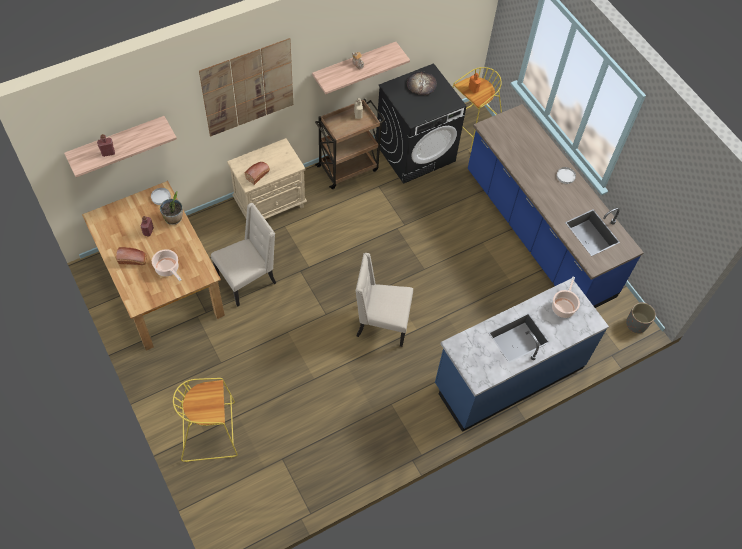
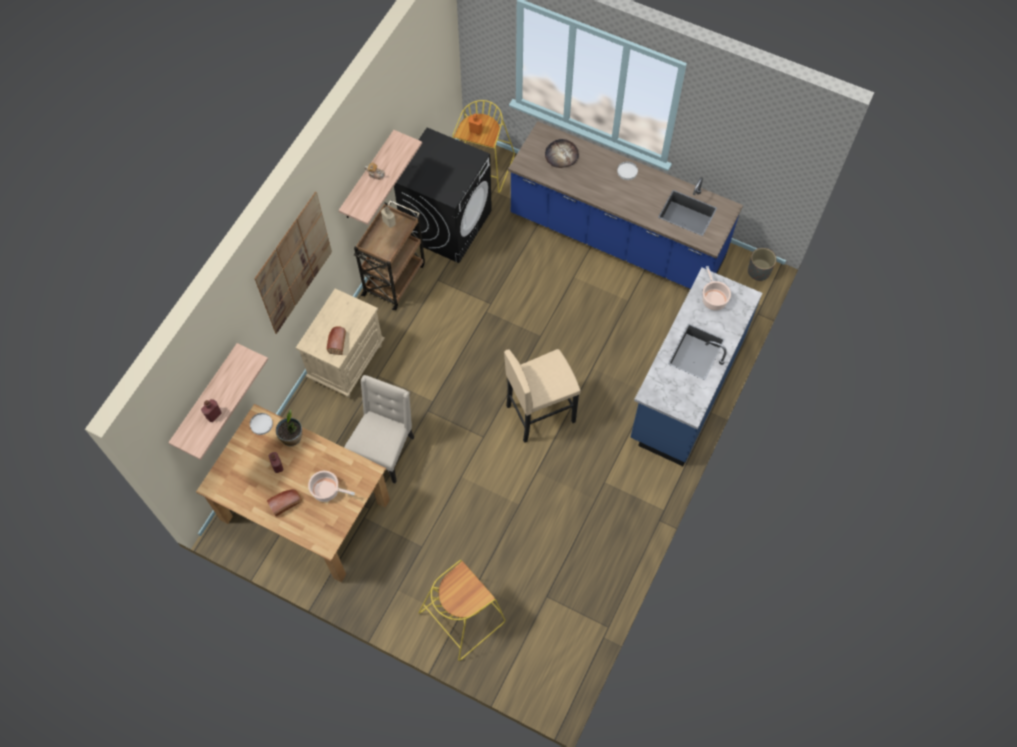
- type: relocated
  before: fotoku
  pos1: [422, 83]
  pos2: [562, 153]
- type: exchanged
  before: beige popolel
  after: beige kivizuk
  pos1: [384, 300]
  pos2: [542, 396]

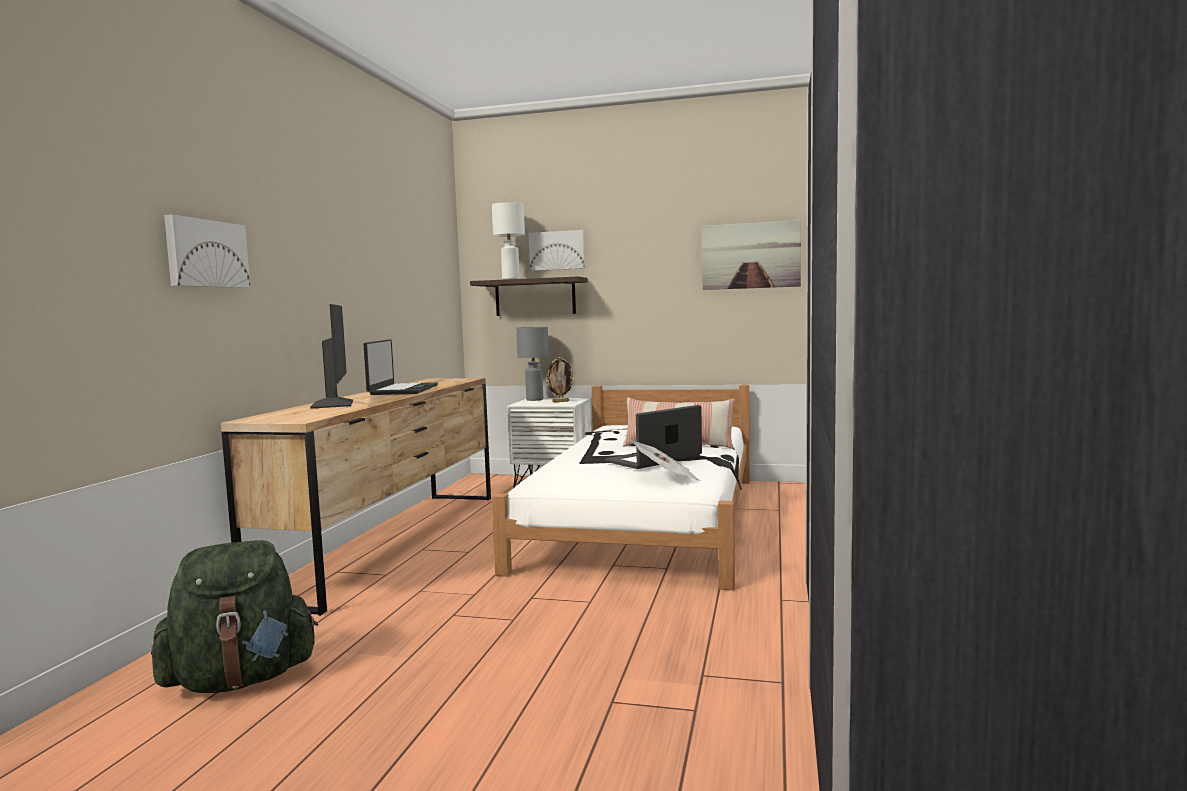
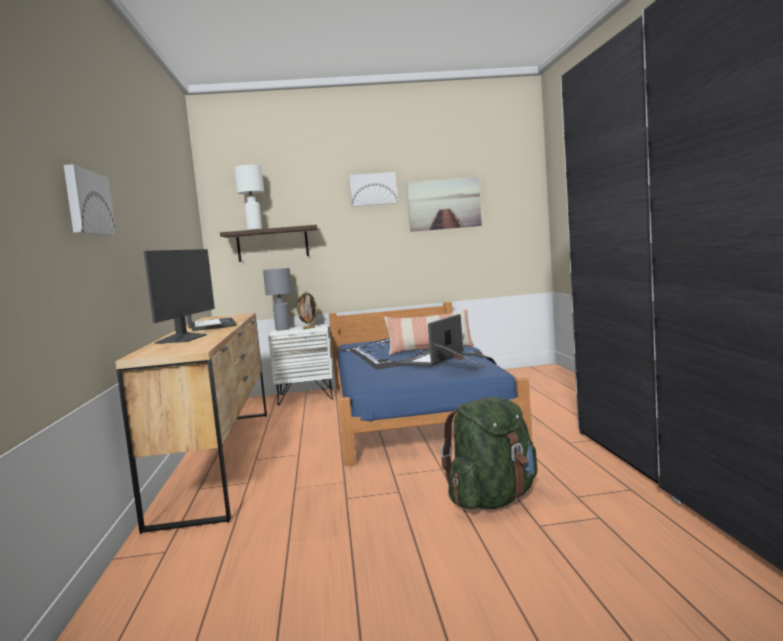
- type: relocated
  before: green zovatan
  pos1: [234, 616]
  pos2: [489, 453]
- type: relocated
  before: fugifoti
  pos1: [557, 250]
  pos2: [373, 189]
- type: colour
  before: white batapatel
  after: blue batapatel
  pos1: [620, 487]
  pos2: [430, 384]
- type: spun
  before: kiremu
  pos1: [331, 356]
  pos2: [179, 296]
  turn: 45

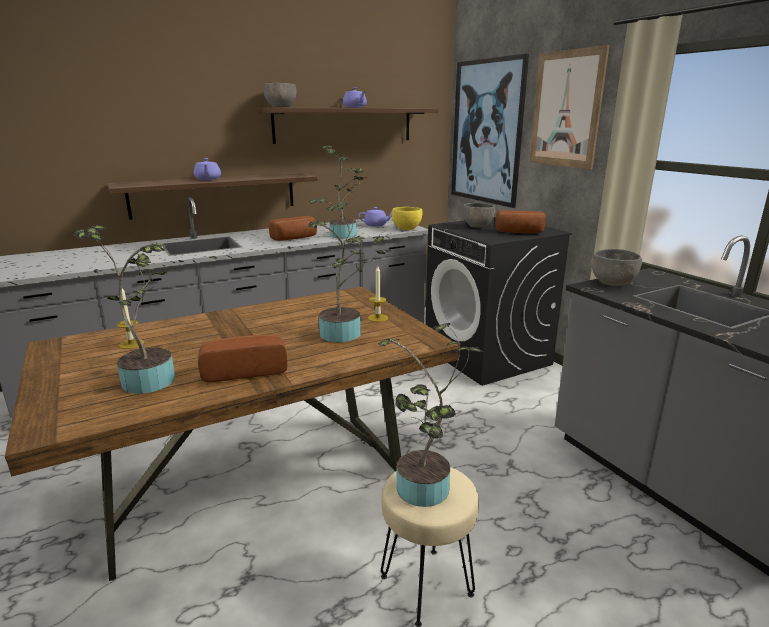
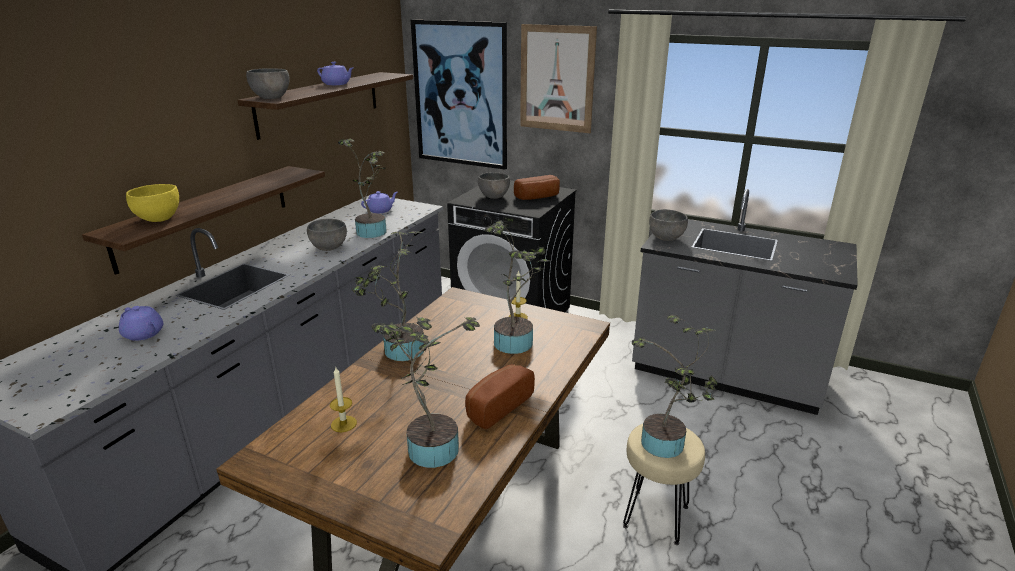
- type: appeared
  after: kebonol
  pos2: [388, 296]
- type: relocated
  before: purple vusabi
  pos1: [207, 169]
  pos2: [141, 323]
- type: relocated
  before: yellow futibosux
  pos1: [407, 218]
  pos2: [152, 203]
- type: exchanged
  before: fotoku
  after: grey futibosux
  pos1: [293, 228]
  pos2: [327, 235]

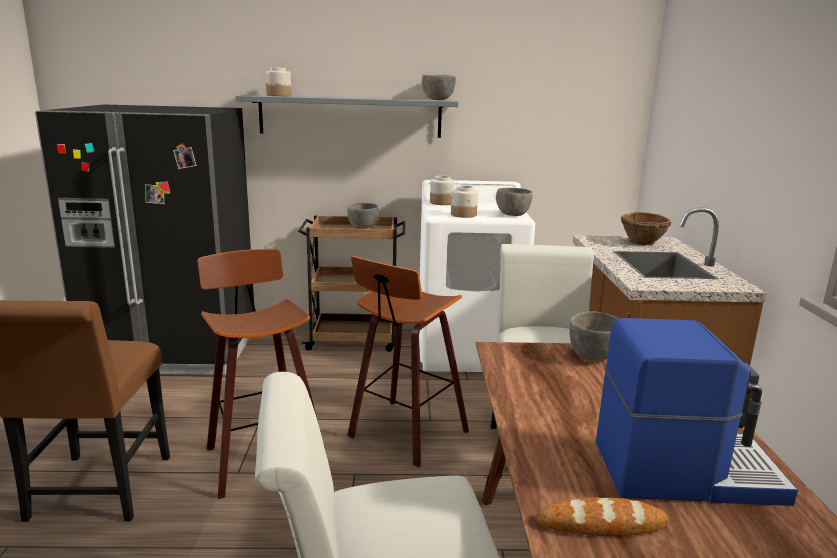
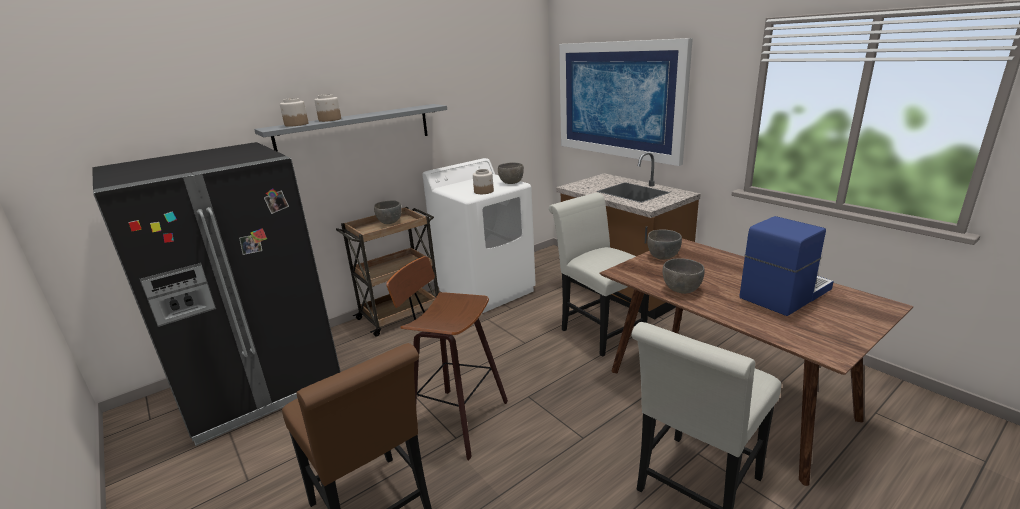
- type: missing
  before: kivizuk
  pos1: [408, 361]
- type: missing
  before: fotoku
  pos1: [603, 516]
- type: missing
  before: brown futibosux
  pos1: [646, 228]
- type: appeared
  after: fugifoti
  pos2: [626, 102]
- type: relocated
  before: grey futibosux
  pos1: [439, 87]
  pos2: [684, 276]
- type: relocated
  before: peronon
  pos1: [442, 190]
  pos2: [327, 108]

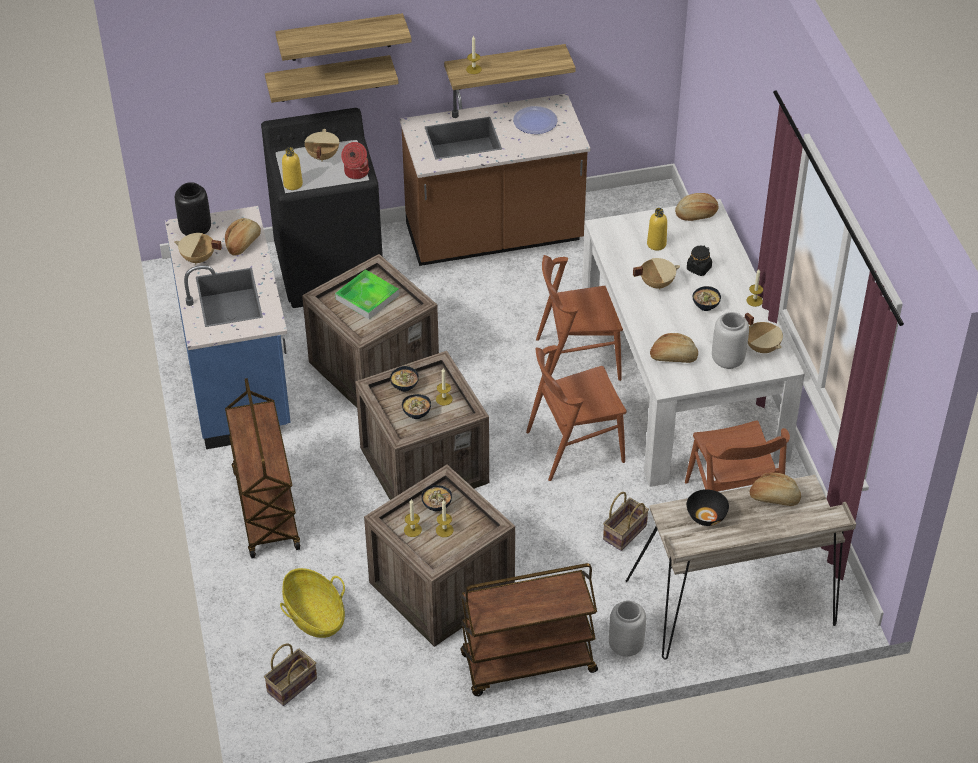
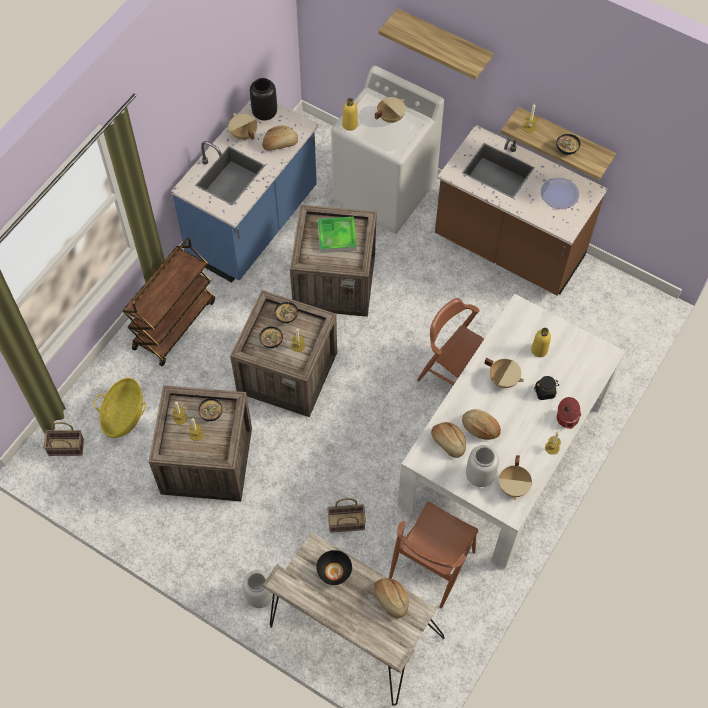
- type: missing
  before: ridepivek
  pos1: [332, 79]
- type: missing
  before: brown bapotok
  pos1: [529, 629]
- type: missing
  before: brown popolel
  pos1: [576, 413]
- type: relocated
  before: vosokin
  pos1: [355, 160]
  pos2: [569, 413]
- type: relocated
  before: fotoku
  pos1: [697, 207]
  pos2: [481, 424]
- type: relocated
  before: futibosux
  pos1: [707, 298]
  pos2: [568, 144]
- type: colour
  before: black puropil
  after: white puropil
  pos1: [322, 208]
  pos2: [387, 150]

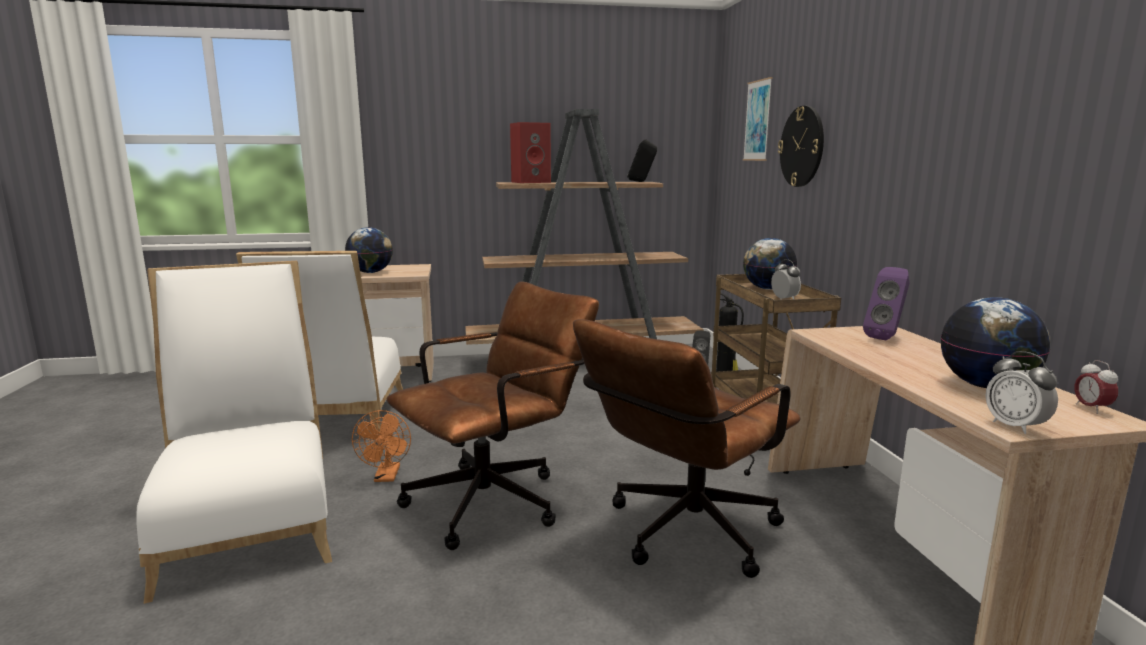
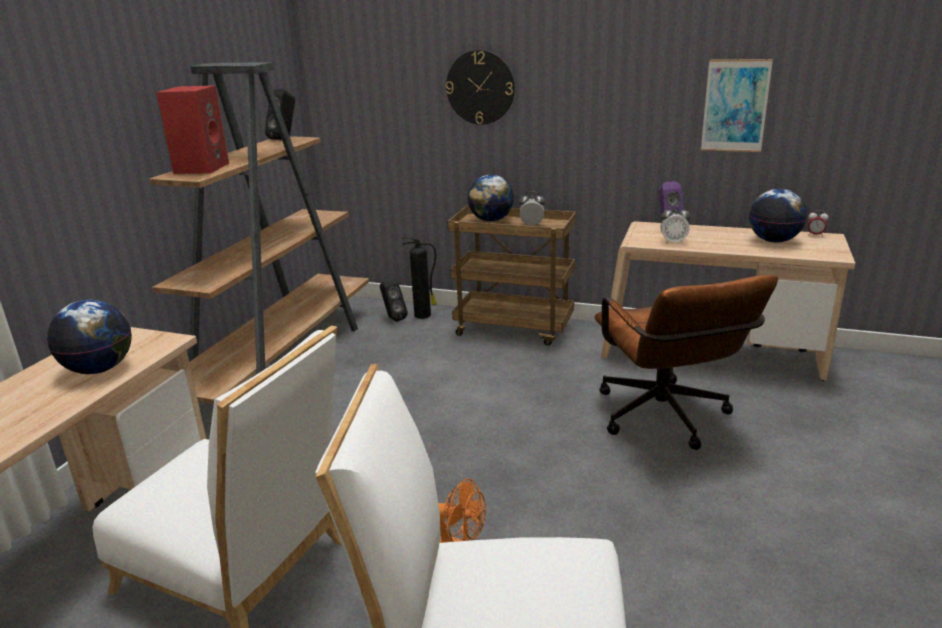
- type: missing
  before: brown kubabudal
  pos1: [493, 415]
- type: relocated
  before: fugifoti
  pos1: [757, 119]
  pos2: [737, 105]
- type: relocated
  before: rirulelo
  pos1: [1021, 392]
  pos2: [676, 224]

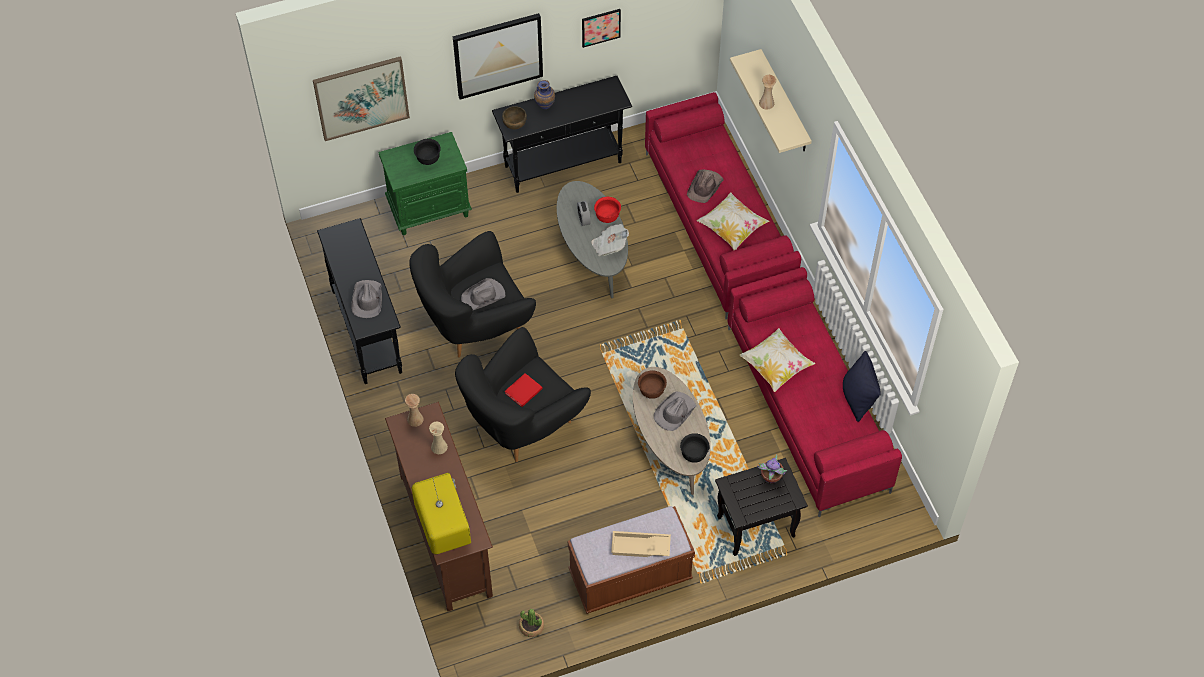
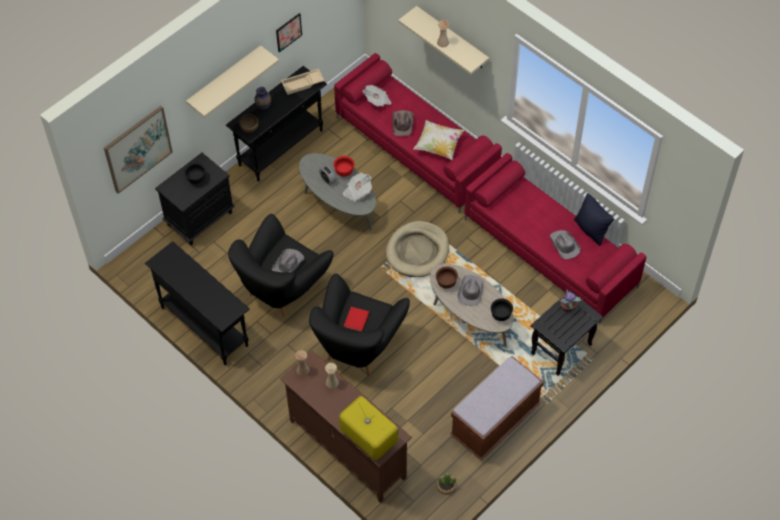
- type: missing
  before: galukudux
  pos1: [777, 360]
- type: appeared
  after: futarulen
  pos2: [377, 96]
- type: appeared
  after: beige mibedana
  pos2: [417, 249]
- type: relocated
  before: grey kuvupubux
  pos1: [366, 299]
  pos2: [565, 244]
- type: relocated
  before: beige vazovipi
  pos1: [641, 544]
  pos2: [302, 82]
- type: exchanged
  before: fugifoti
  after: beige ridepivek
  pos1: [498, 56]
  pos2: [232, 81]
- type: colour
  before: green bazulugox
  after: black bazulugox
  pos1: [425, 183]
  pos2: [195, 199]

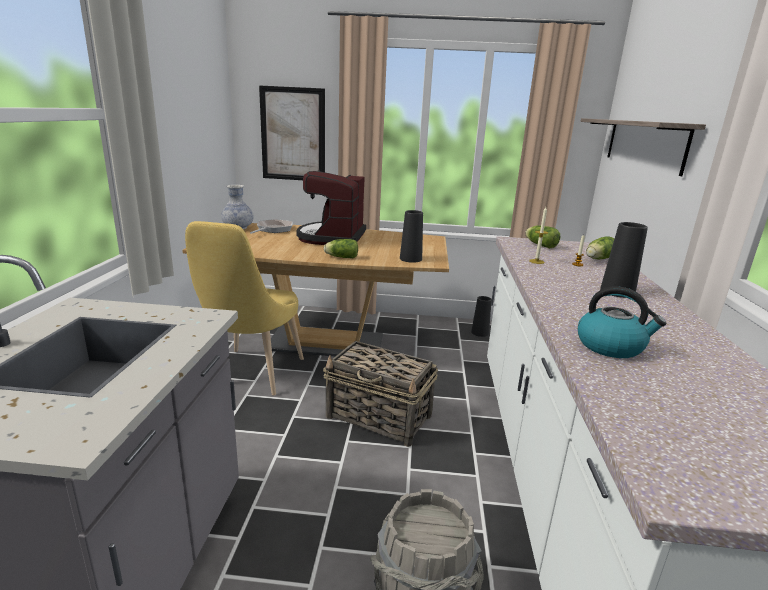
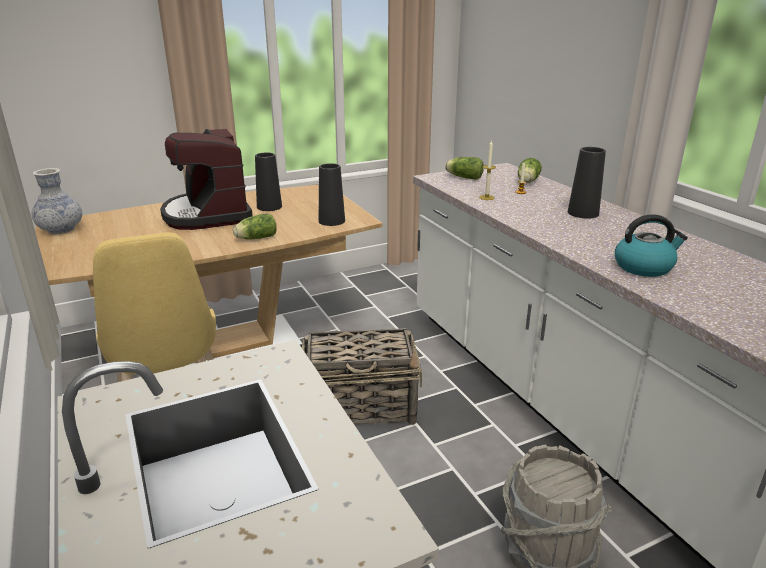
- type: missing
  before: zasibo
  pos1: [271, 226]
- type: missing
  before: fugifoti
  pos1: [292, 132]
- type: missing
  before: ridepivek
  pos1: [643, 147]
- type: relocated
  before: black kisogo
  pos1: [481, 316]
  pos2: [268, 182]

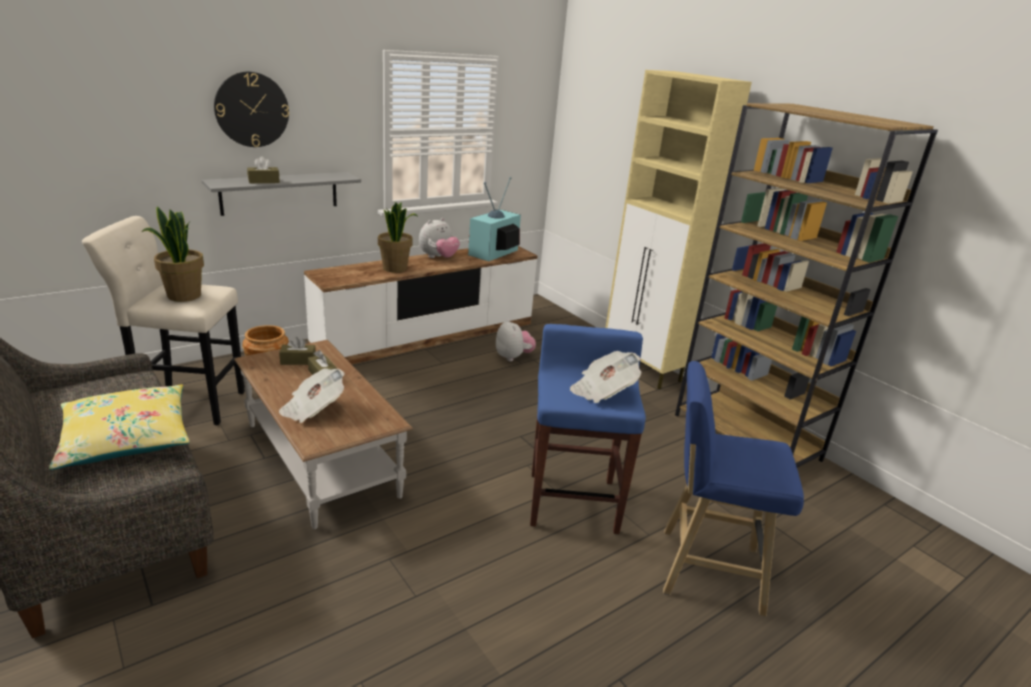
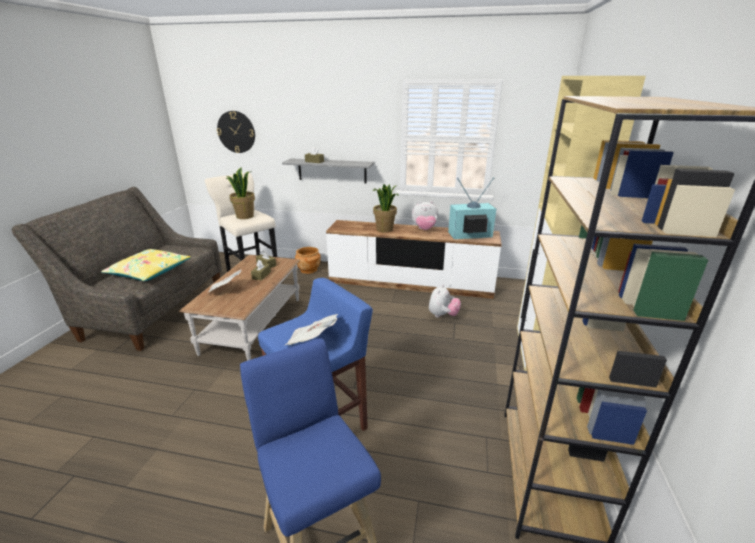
- type: relocated
  before: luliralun
  pos1: [251, 109]
  pos2: [236, 132]

